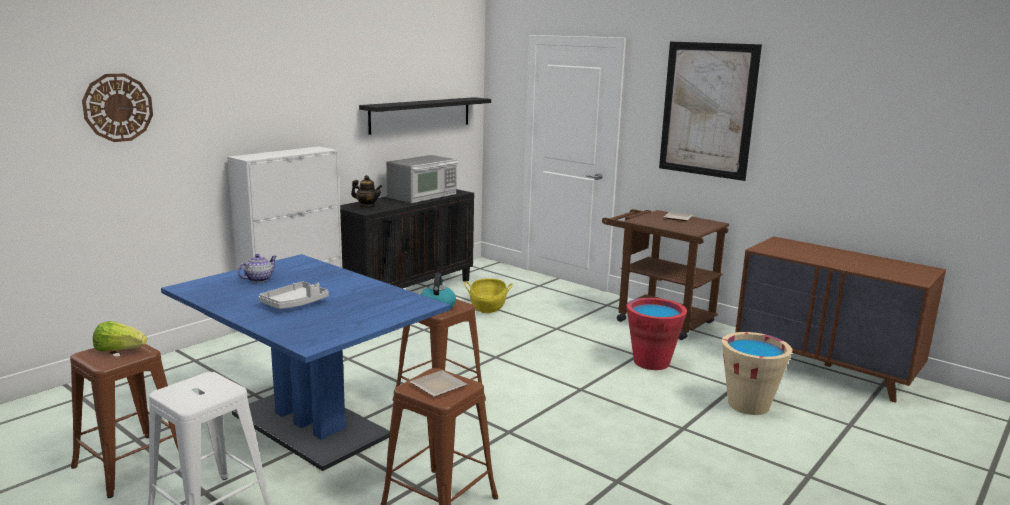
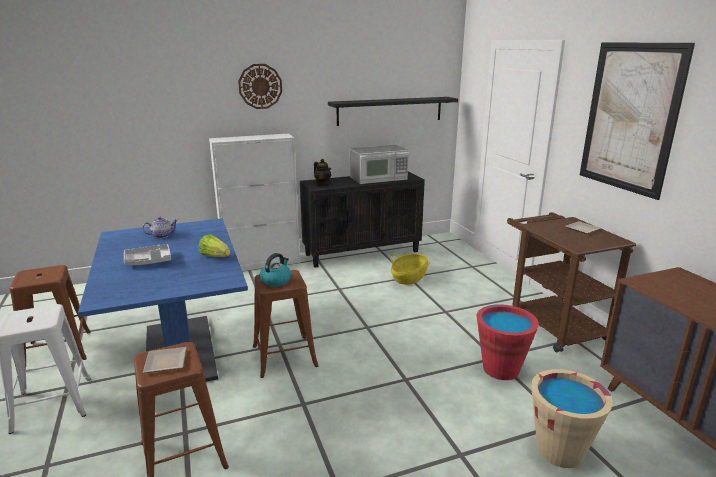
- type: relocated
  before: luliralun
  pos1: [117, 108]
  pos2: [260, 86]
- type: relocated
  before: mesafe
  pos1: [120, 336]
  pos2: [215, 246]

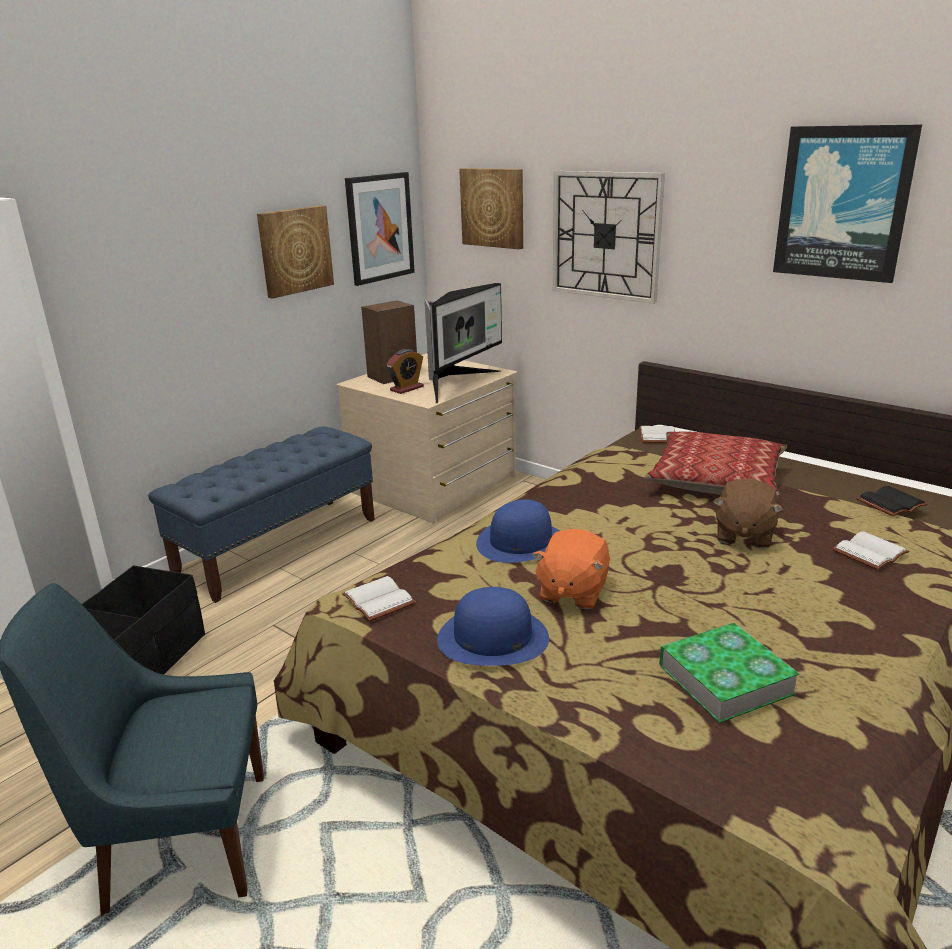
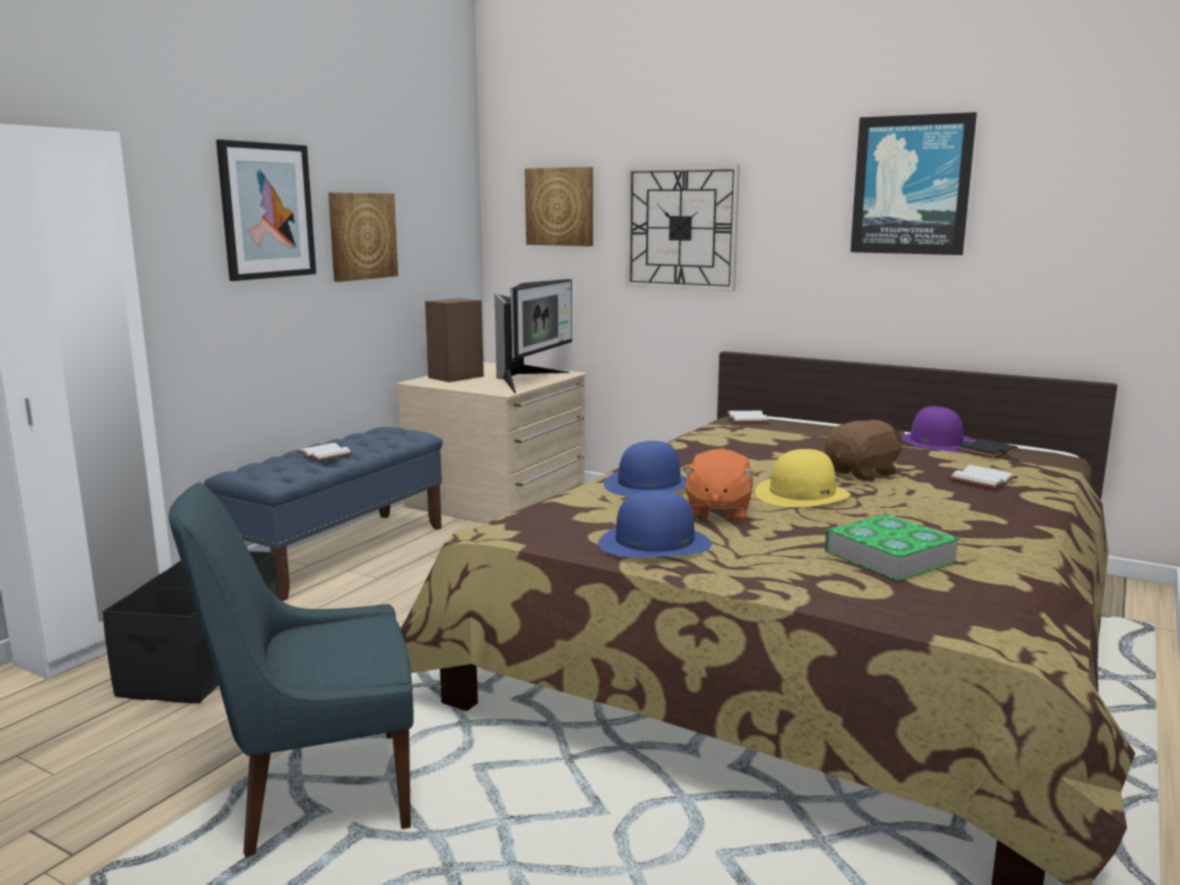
- type: missing
  before: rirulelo
  pos1: [405, 371]
- type: missing
  before: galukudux
  pos1: [715, 464]
- type: appeared
  after: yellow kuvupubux
  pos2: [802, 478]
- type: appeared
  after: purple kuvupubux
  pos2: [937, 429]
- type: relocated
  before: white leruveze
  pos1: [379, 598]
  pos2: [325, 452]
- type: relocated
  before: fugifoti
  pos1: [380, 229]
  pos2: [266, 210]
- type: spun
  before: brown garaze
  pos1: [748, 513]
  pos2: [865, 450]
  turn: -135

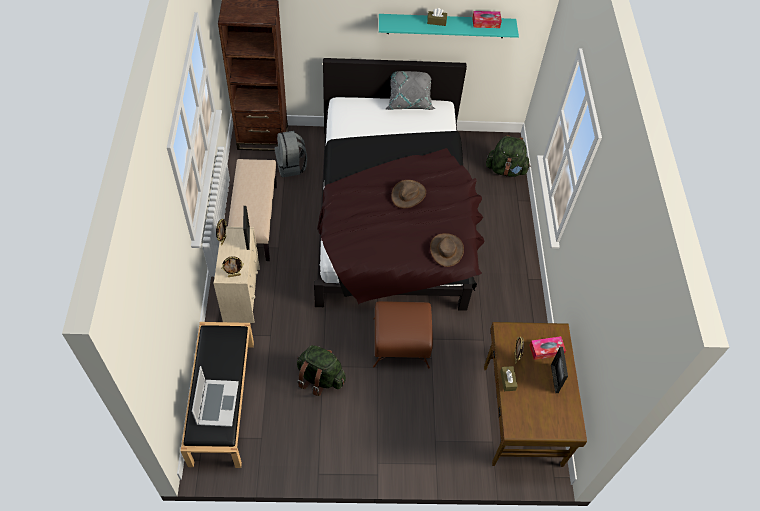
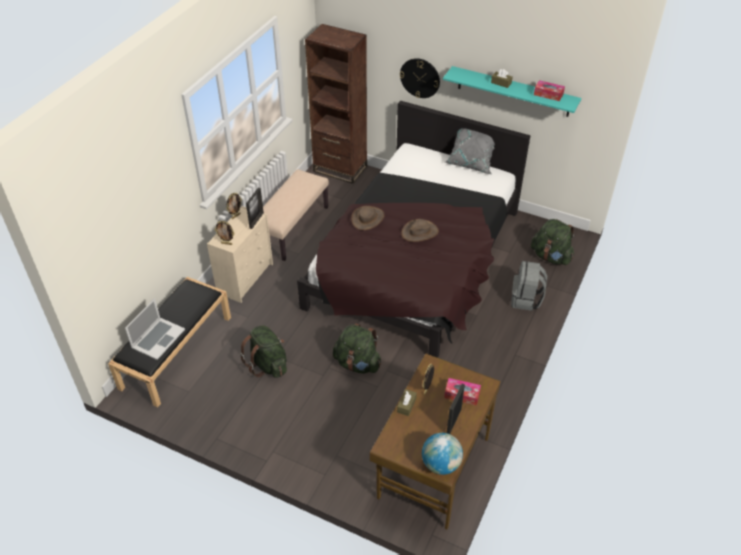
- type: appeared
  after: luliralun
  pos2: [420, 78]
- type: appeared
  after: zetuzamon
  pos2: [442, 454]
- type: relocated
  before: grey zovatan
  pos1: [291, 154]
  pos2: [529, 286]
- type: relocated
  before: brown kuvupubux
  pos1: [447, 250]
  pos2: [368, 218]
- type: exchanged
  before: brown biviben
  after: green zovatan
  pos1: [403, 334]
  pos2: [357, 348]

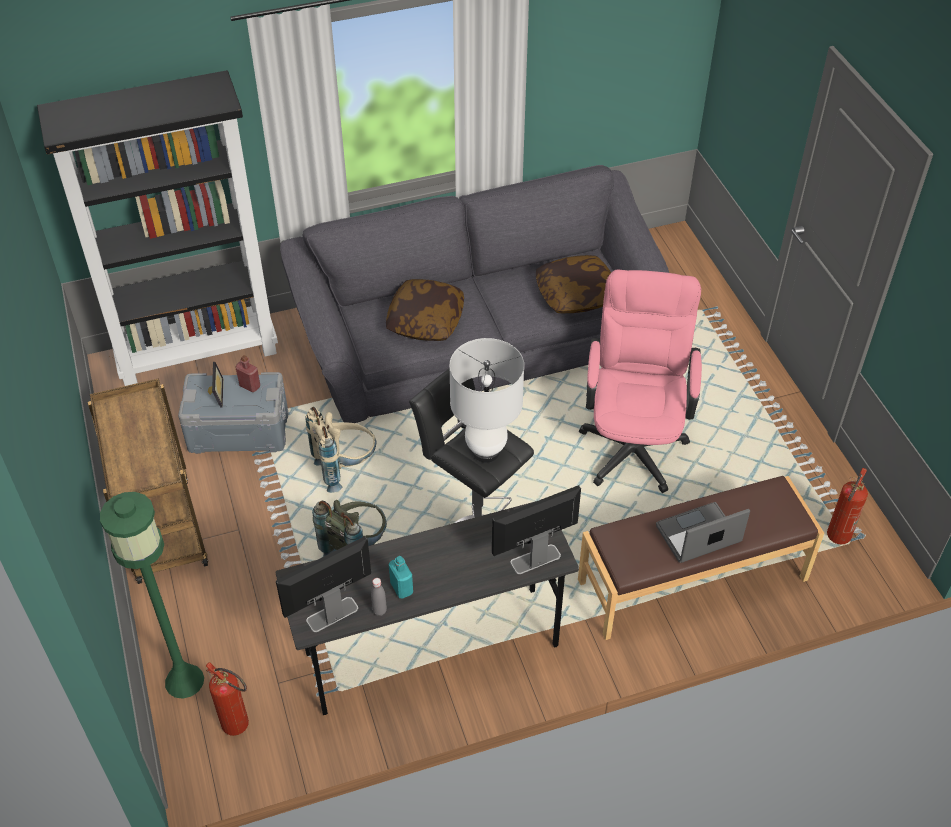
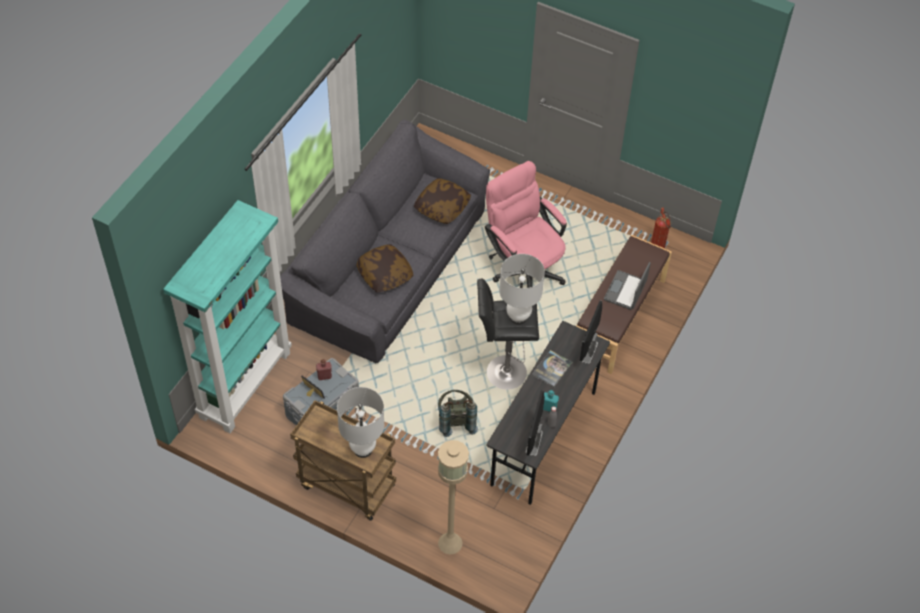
- type: missing
  before: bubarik
  pos1: [227, 699]
- type: missing
  before: beige zovatan
  pos1: [341, 450]
- type: appeared
  after: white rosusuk
  pos2: [361, 422]
- type: appeared
  after: leruveze
  pos2: [552, 368]
- type: colour
  before: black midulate
  after: turquoise midulate
  pos1: [157, 228]
  pos2: [227, 316]
- type: colour
  before: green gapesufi
  after: beige gapesufi
  pos1: [152, 595]
  pos2: [453, 497]

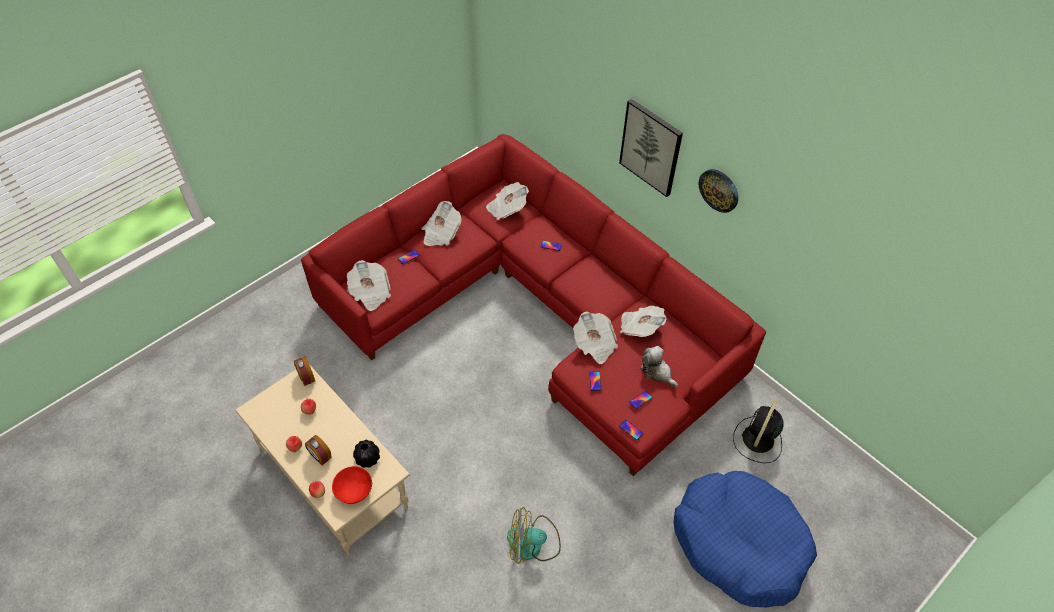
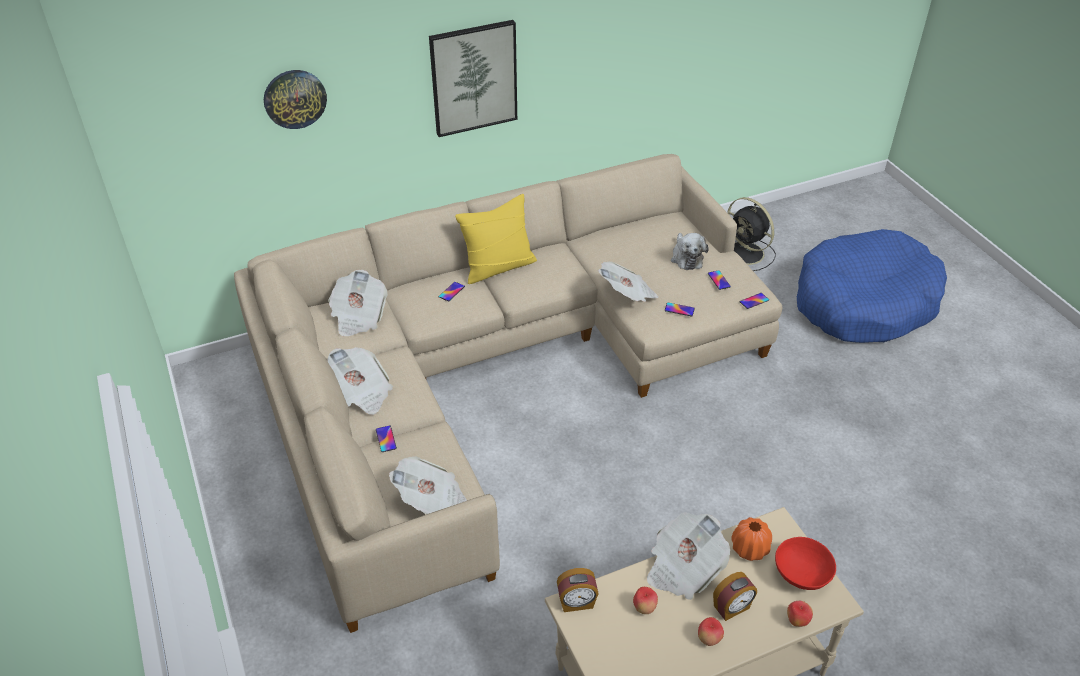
- type: missing
  before: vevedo
  pos1: [534, 535]
- type: appeared
  after: yellow galukudux
  pos2: [496, 239]
- type: relocated
  before: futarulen
  pos1: [643, 321]
  pos2: [688, 556]
- type: relocated
  before: luliralun
  pos1: [718, 191]
  pos2: [295, 99]
- type: colour
  before: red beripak
  after: beige beripak
  pos1: [533, 305]
  pos2: [508, 393]
- type: colour
  before: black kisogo
  after: orange kisogo
  pos1: [366, 454]
  pos2: [751, 539]
- type: spun
  before: garaze
  pos1: [659, 366]
  pos2: [690, 251]
  turn: -75

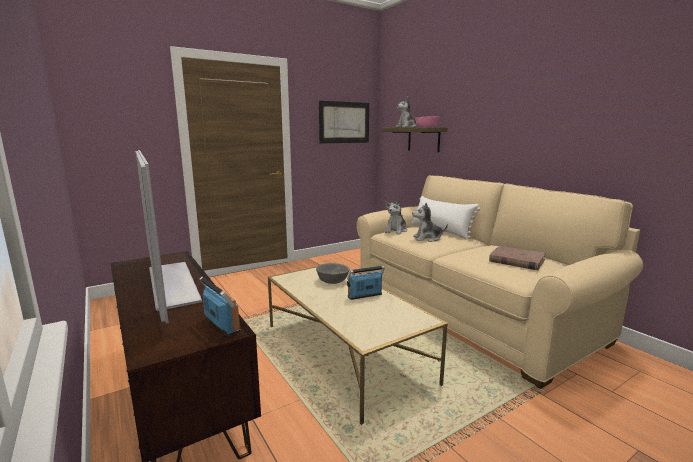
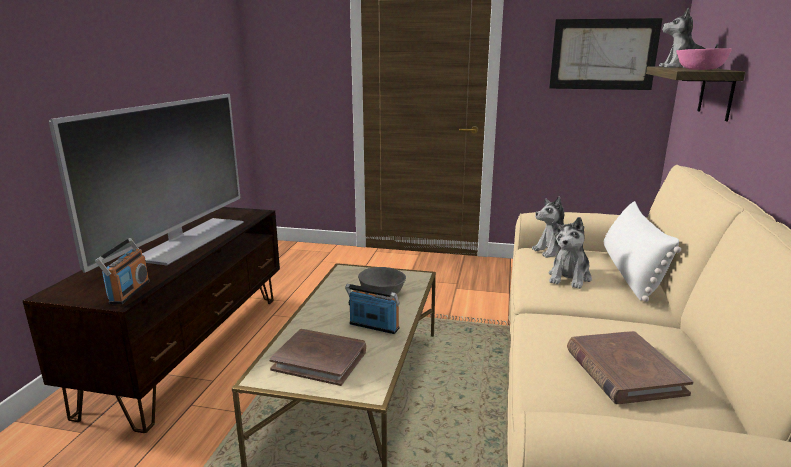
- type: appeared
  after: brown leruveze
  pos2: [317, 357]
- type: spun
  before: garaze
  pos1: [430, 222]
  pos2: [570, 253]
  turn: -105

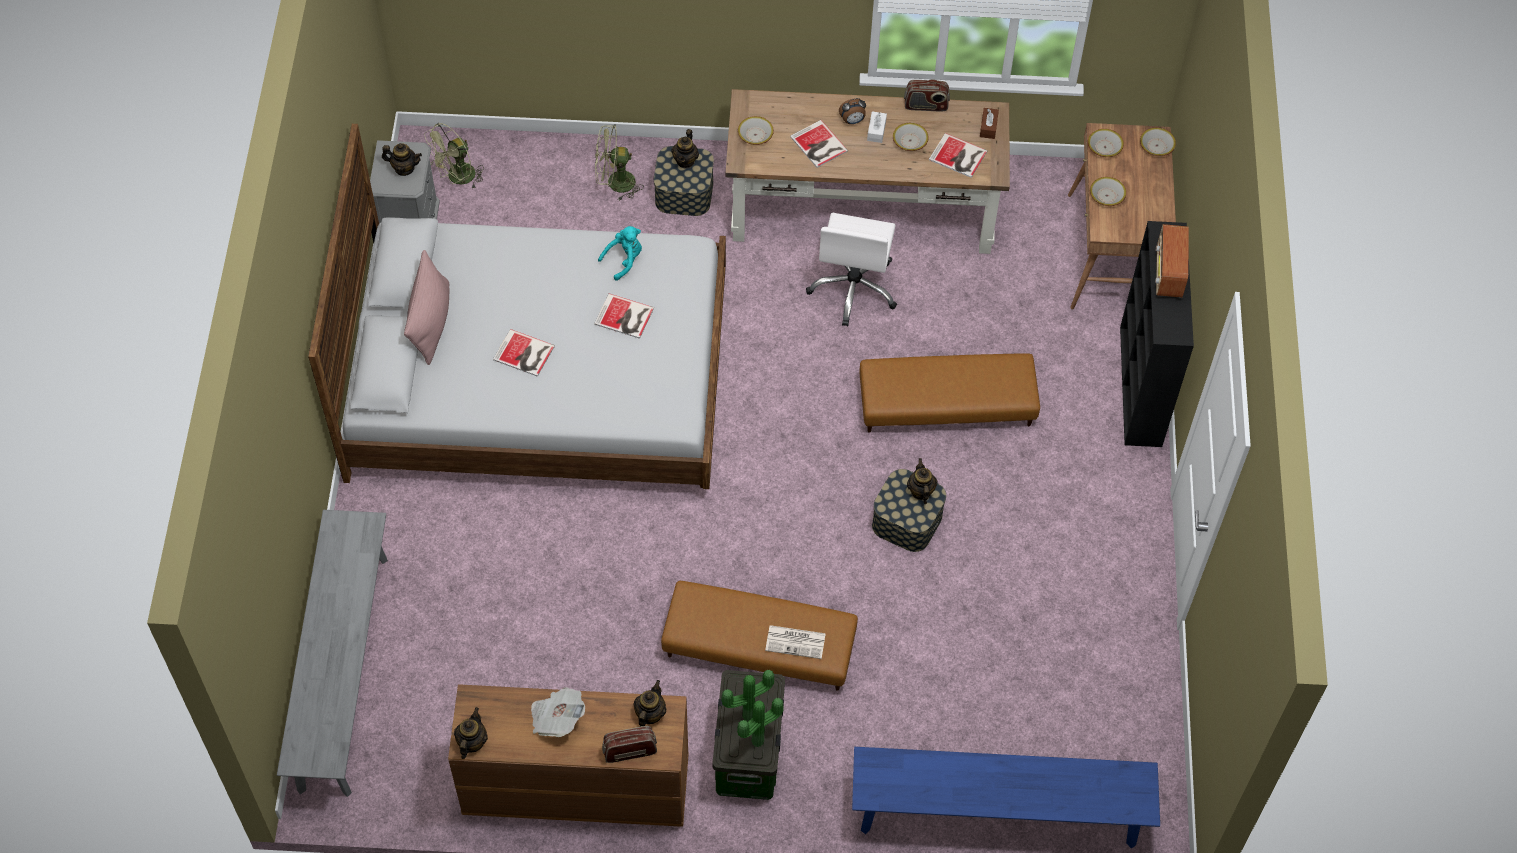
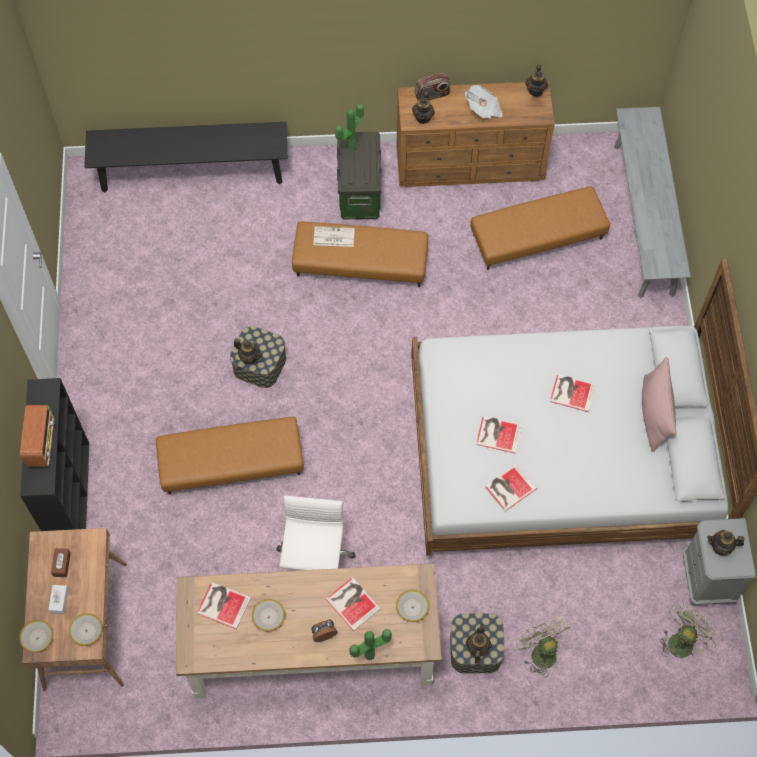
- type: missing
  before: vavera
  pos1: [927, 95]
- type: missing
  before: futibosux
  pos1: [1108, 191]
- type: appeared
  after: brown biviben
  pos2: [540, 228]
- type: relocated
  before: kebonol
  pos1: [747, 696]
  pos2: [371, 644]
- type: relocated
  before: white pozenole
  pos1: [877, 127]
  pos2: [58, 599]
- type: relocated
  before: brown pozenole
  pos1: [989, 123]
  pos2: [61, 562]
- type: exchanged
  before: turquoise garaze
  after: leruveze
  pos1: [620, 253]
  pos2: [510, 487]
- type: colour
  before: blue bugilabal
  after: black bugilabal
  pos1: [1006, 797]
  pos2: [186, 157]
- type: spun
  before: green vevedo
  pos1: [619, 162]
  pos2: [543, 647]
  turn: -105
- type: spun
  before: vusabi
  pos1: [922, 481]
  pos2: [248, 351]
  turn: -45

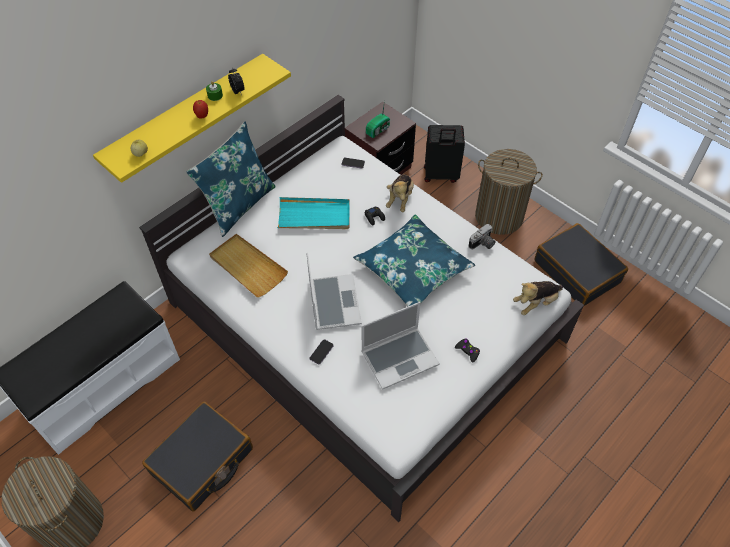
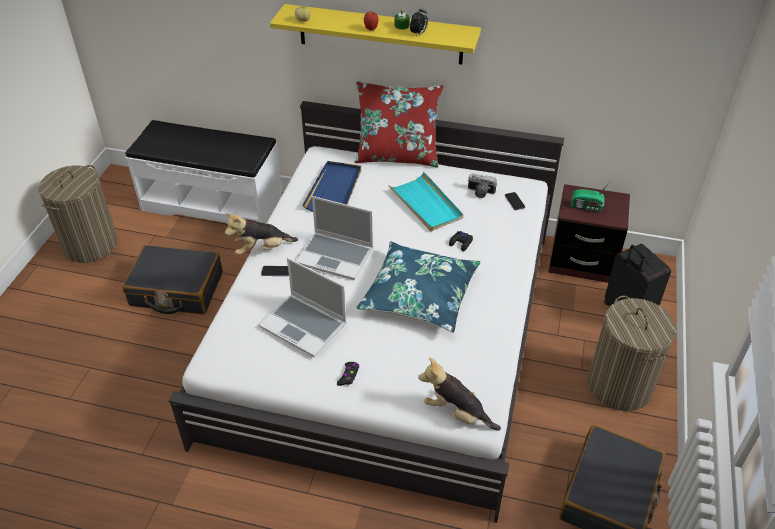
- type: relocated
  before: garaze
  pos1: [400, 193]
  pos2: [261, 234]
- type: relocated
  before: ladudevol
  pos1: [482, 236]
  pos2: [482, 185]
- type: colour
  before: blue galukudux
  after: red galukudux
  pos1: [231, 179]
  pos2: [399, 124]
- type: colour
  before: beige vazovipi
  after: blue vazovipi
  pos1: [248, 266]
  pos2: [331, 186]
- type: spun
  before: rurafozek
  pos1: [334, 291]
  pos2: [334, 238]
  turn: 60

